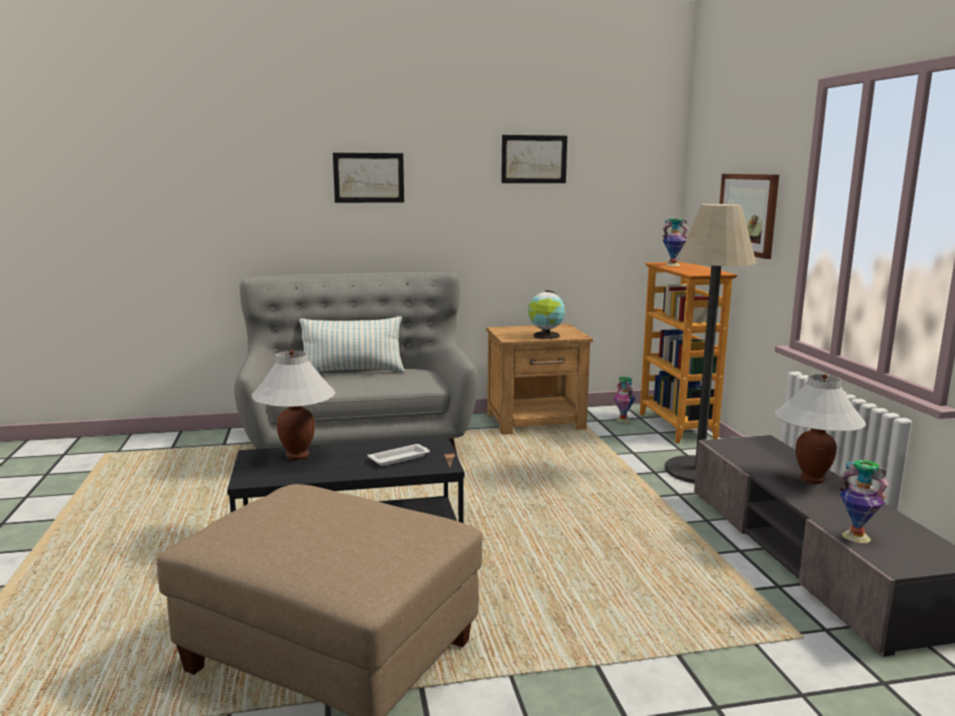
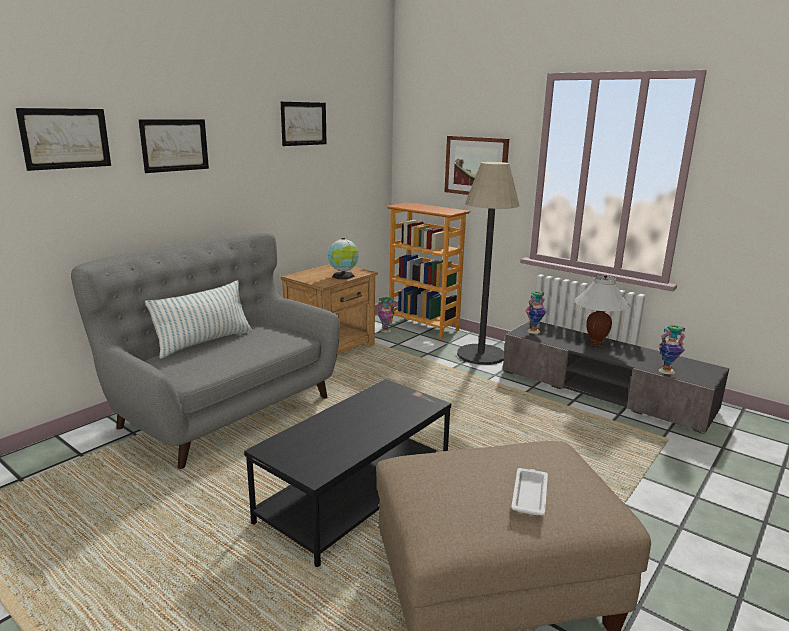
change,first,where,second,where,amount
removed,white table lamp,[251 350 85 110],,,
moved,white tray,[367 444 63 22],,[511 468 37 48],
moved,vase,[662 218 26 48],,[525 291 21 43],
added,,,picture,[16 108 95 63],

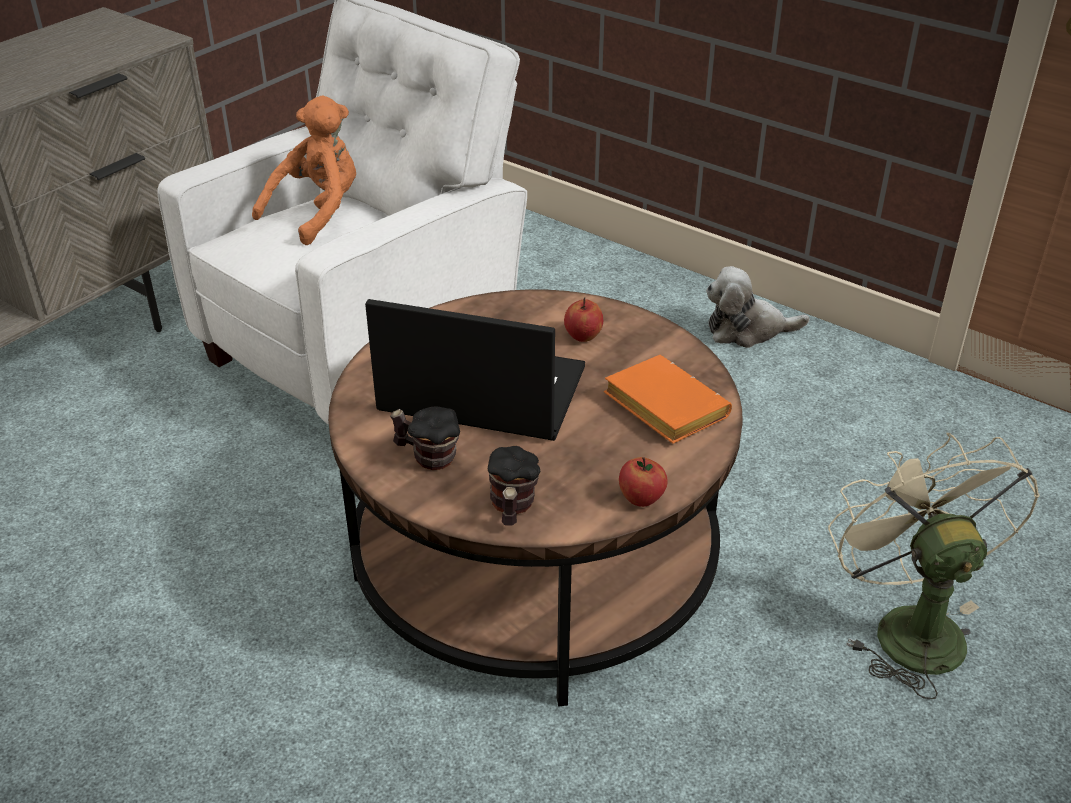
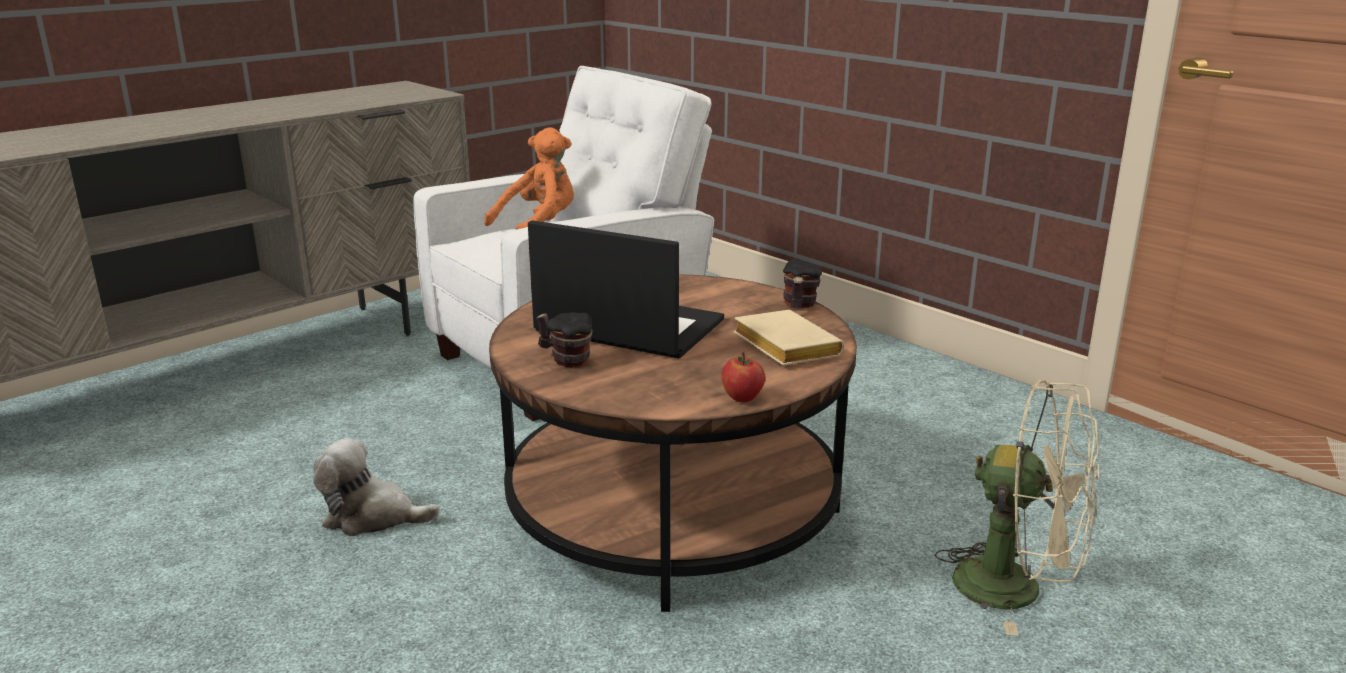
change,first,where,second,where,amount
moved,mug,[488 446 52 80],,[783 259 39 49],
removed,apple,[564 297 39 45],,,
recoloured,orange book,[604 355 128 89],beige book,[733 310 111 56],
moved,plush toy,[706 266 103 82],,[313 438 127 98],
turned,beige fan,[828 433 212 266],,[935 379 164 256],120 degrees clockwise

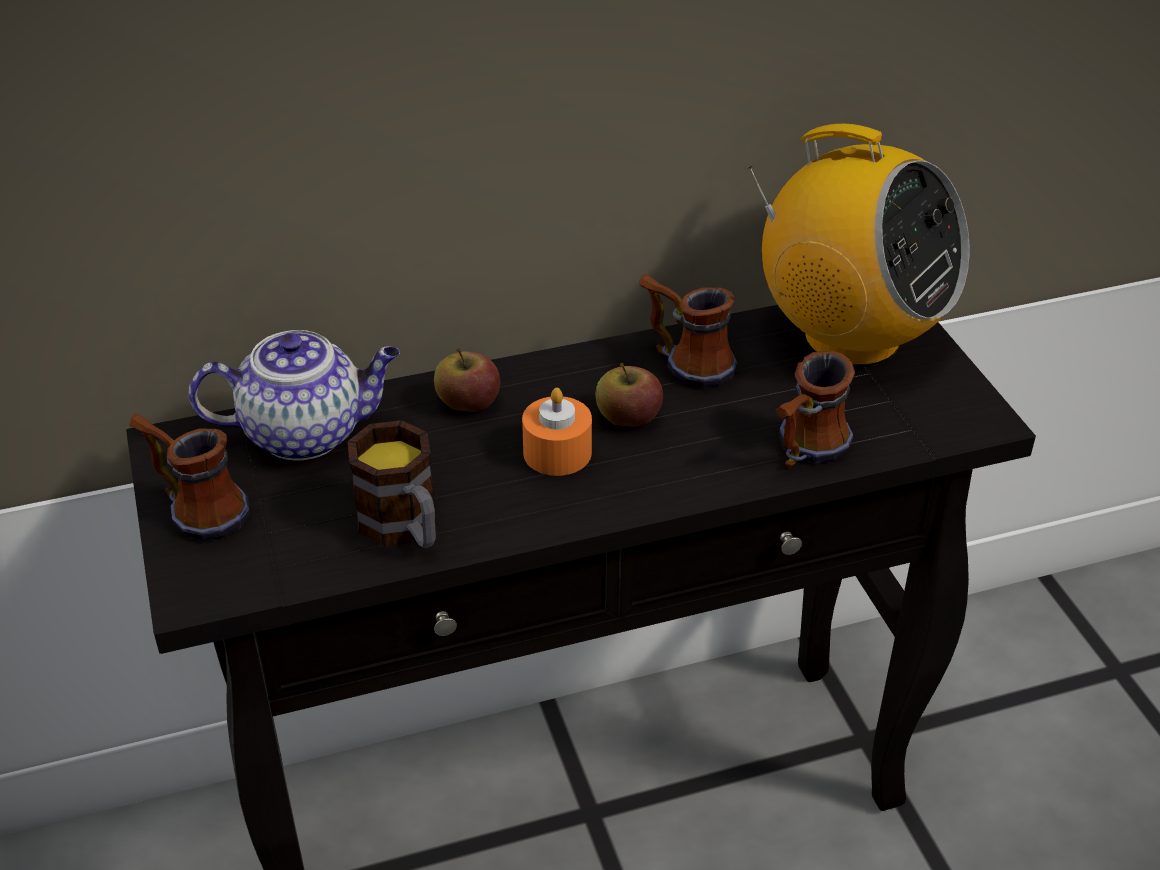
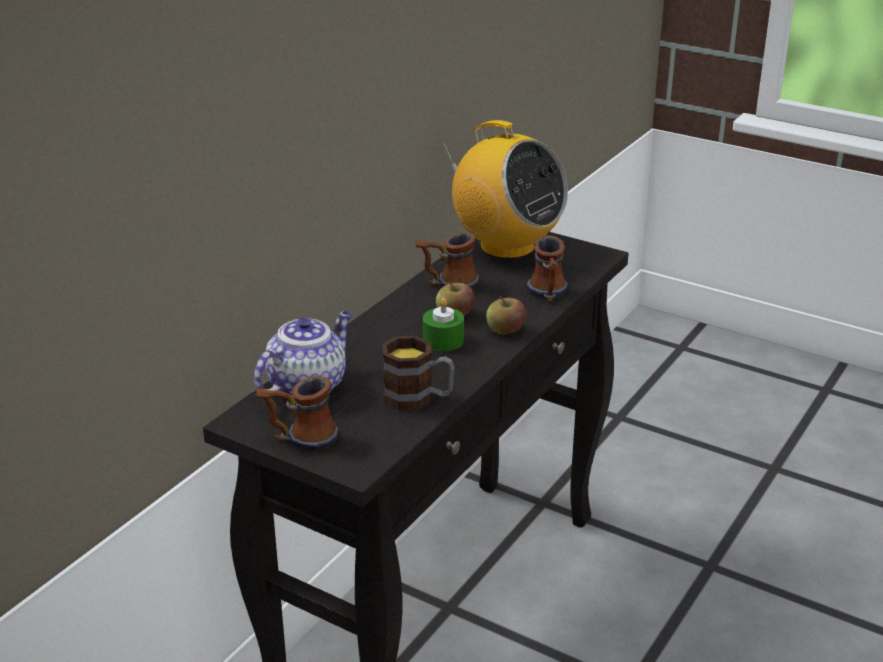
change,first,where,second,where,amount
moved,apple,[434 348 67 64],,[486 296 40 39],
recoloured,orange candle,[522 388 70 88],green candle,[423 298 41 53],
turned,radio,[748 124 221 243],,[443 120 125 139],45 degrees clockwise

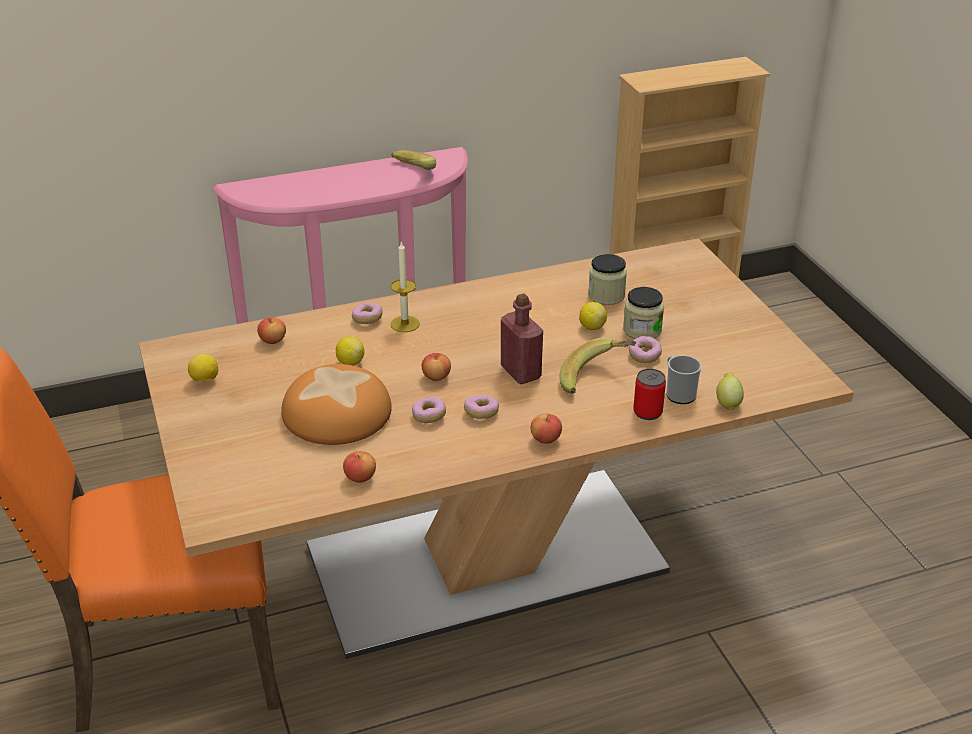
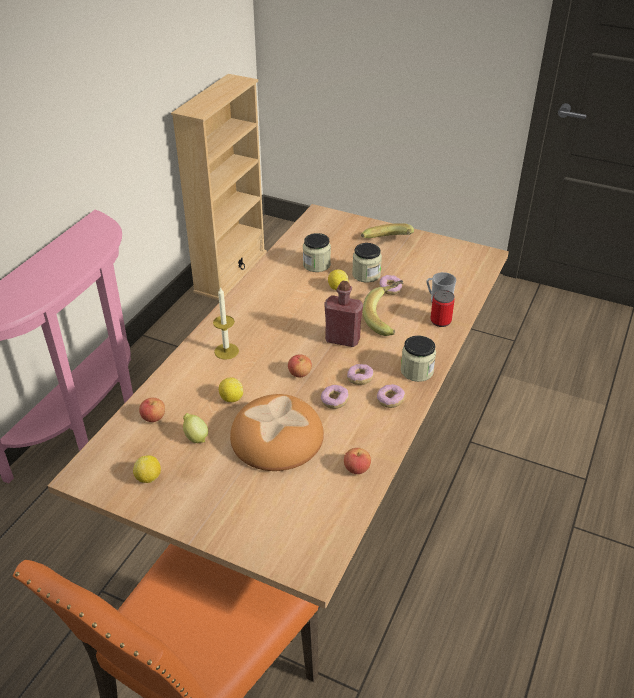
change,first,where,second,where,amount
moved,donut,[352 303 31 21],,[377 384 28 24],
moved,banana,[391 150 45 20],,[361 223 53 15],
replaced,apple,[531 413 31 31],jar,[401 336 35 46],
moved,lemon,[716 372 28 39],,[183 413 25 30],

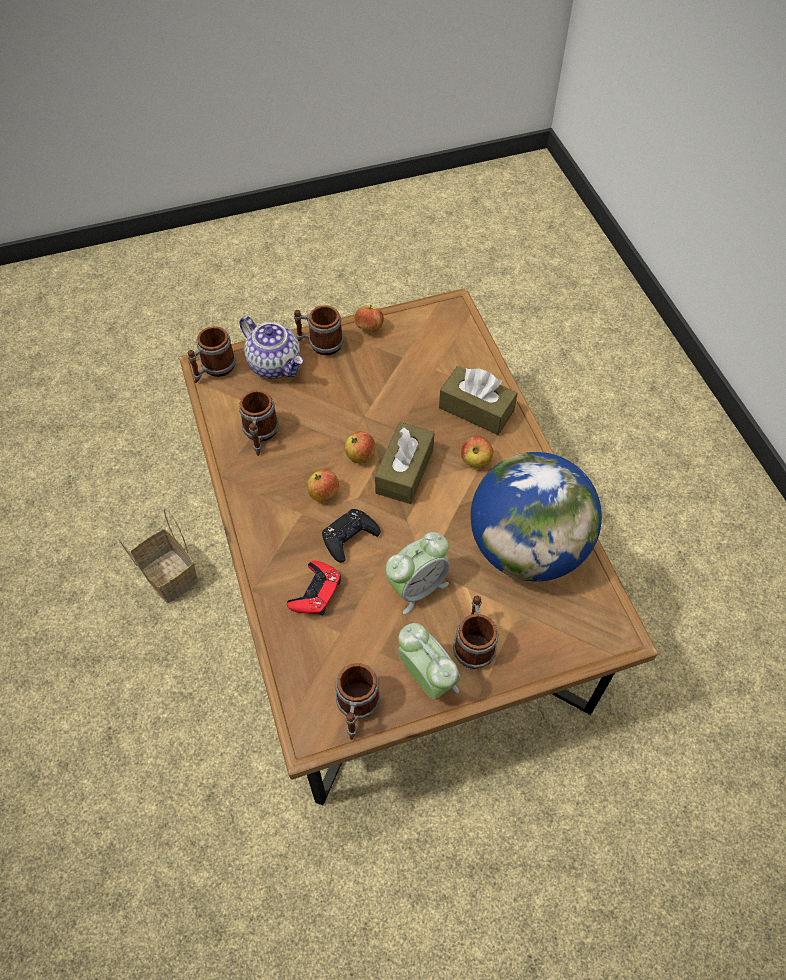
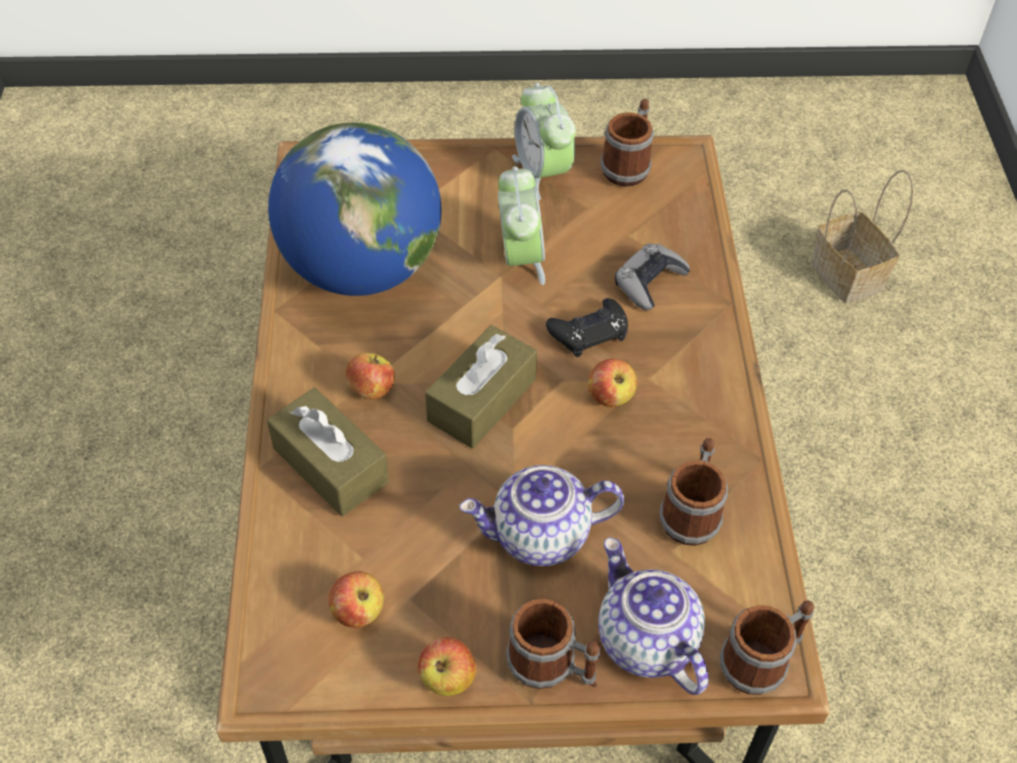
change,first,where,second,where,amount
moved,basket,[118 508 81 95],,[811 170 103 134],
recoloured,red game controller,[287 561 54 54],grey game controller,[615 244 75 67],
moved,apple,[344 431 31 33],,[328 571 56 57],
turned,alarm clock,[386 532 64 82],,[498 166 47 119],105 degrees clockwise
removed,mug,[453 595 45 74],,,
added,,,teapot,[460 465 164 101],

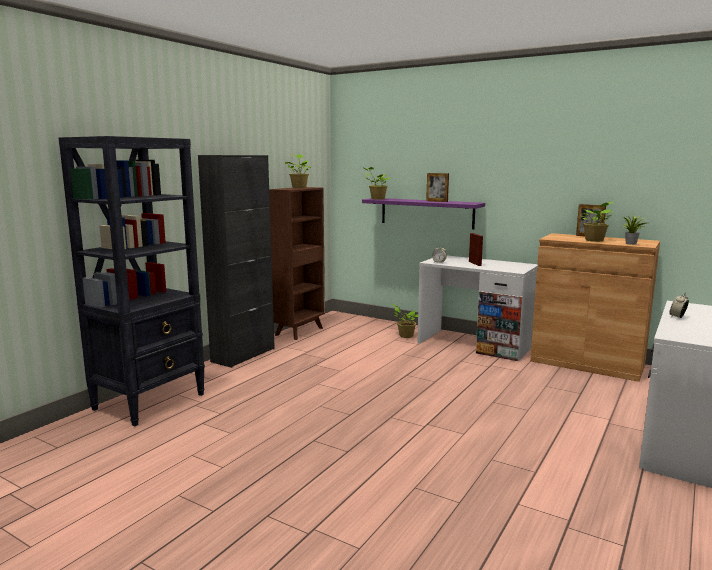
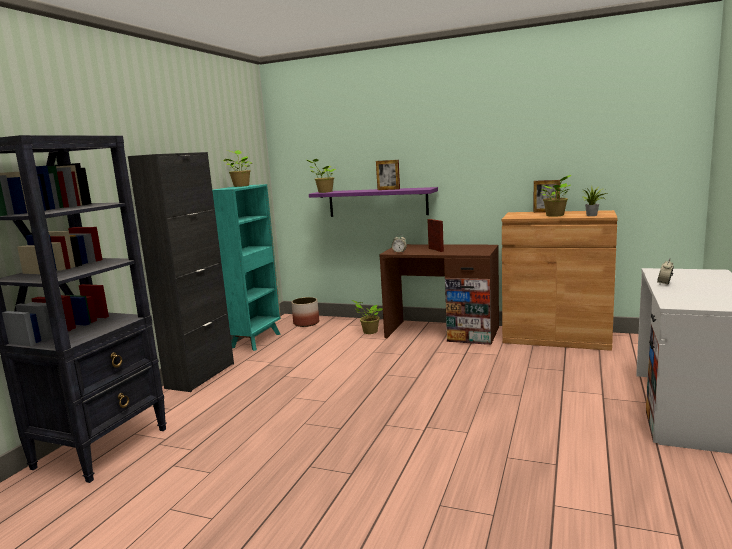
change,first,where,second,where,amount
recoloured,brown bookcase,[269 187 56 153],turquoise bookcase,[212 184 69 167],
recoloured,white desk,[417 256 121 105],brown desk,[379 244 120 101],
added,,,planter,[291 297 28 30],

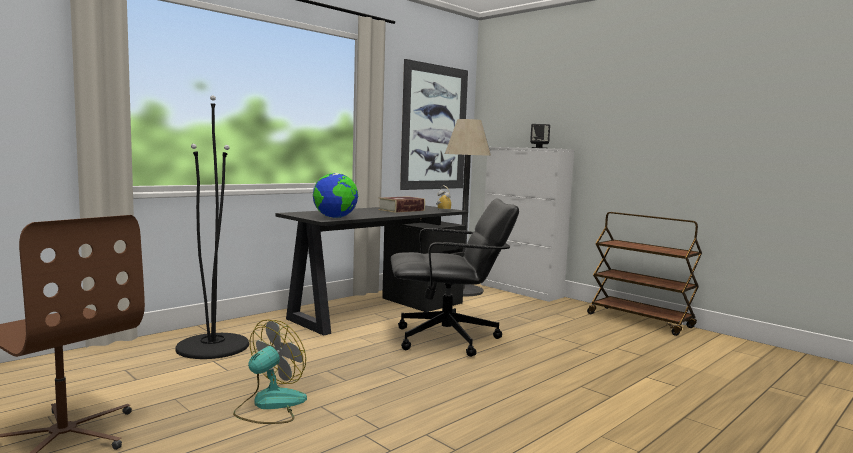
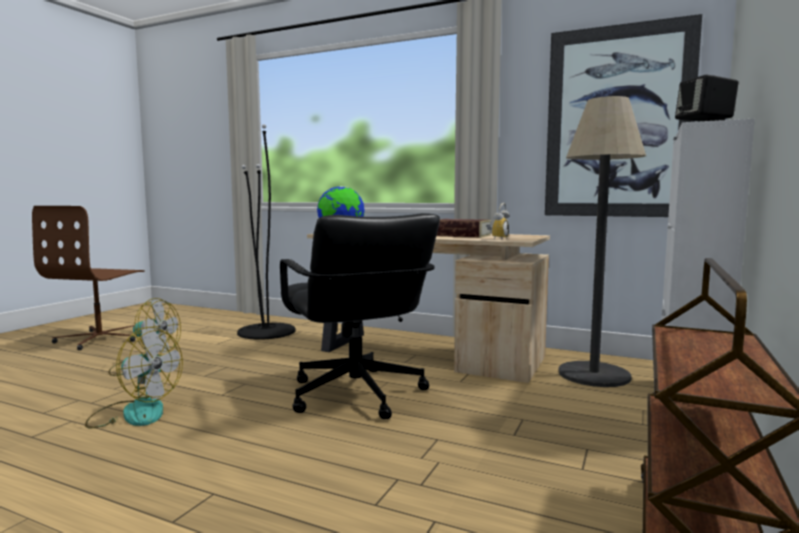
change,first,where,second,where,amount
recoloured,black desk,[275 205 193 131],beige desk,[307 234 243 149],
added,,,fan,[85 327 98 101],

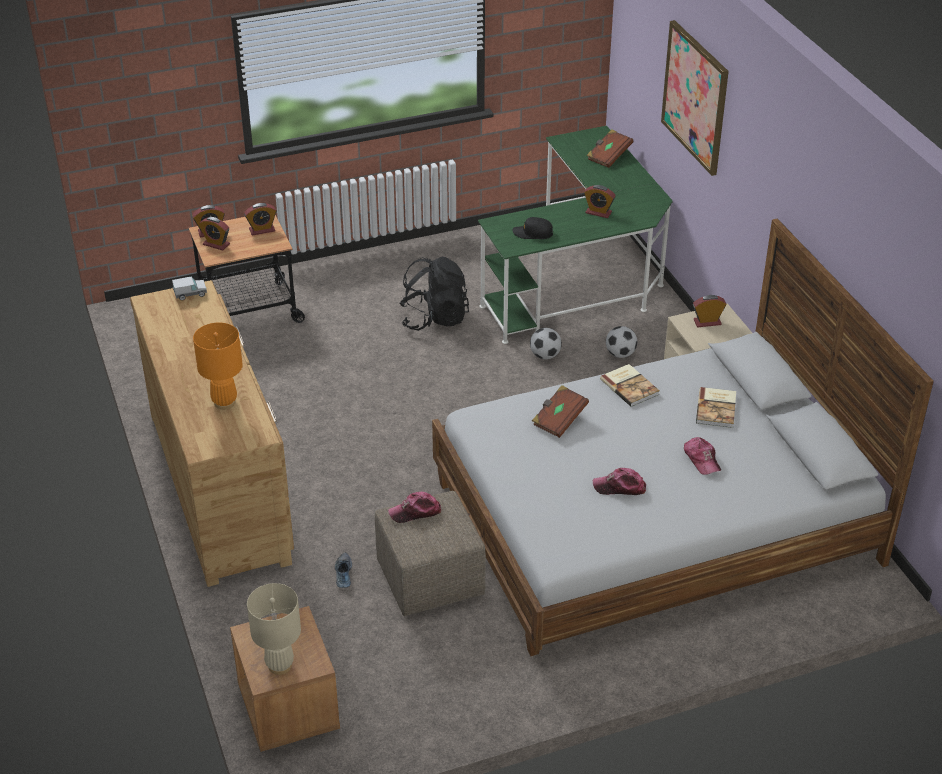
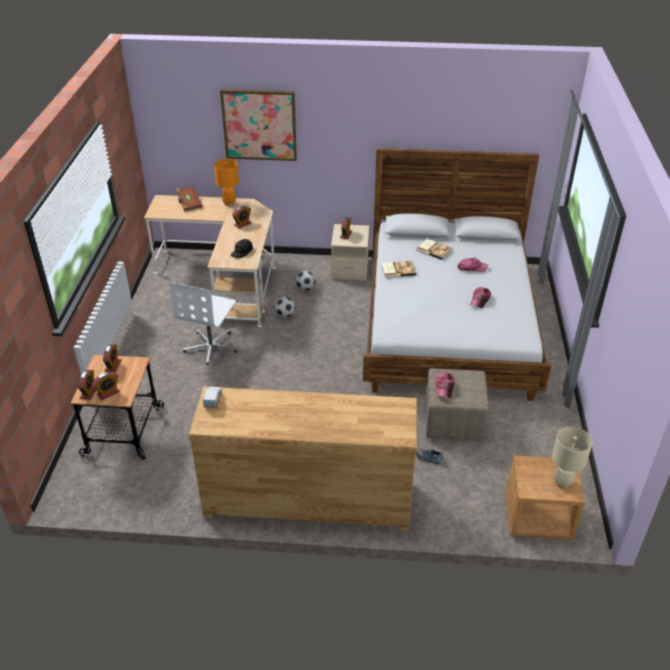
change,first,where,second,where,amount
moved,orange table lamp,[193 323 50 87],,[214 159 25 47],
replaced,black backpack,[400 257 69 74],white office chair,[170 282 67 83],
recoloured,green desk,[478 126 195 218],beige desk,[144 195 132 132],
removed,brown book,[532 385 57 53],,,

